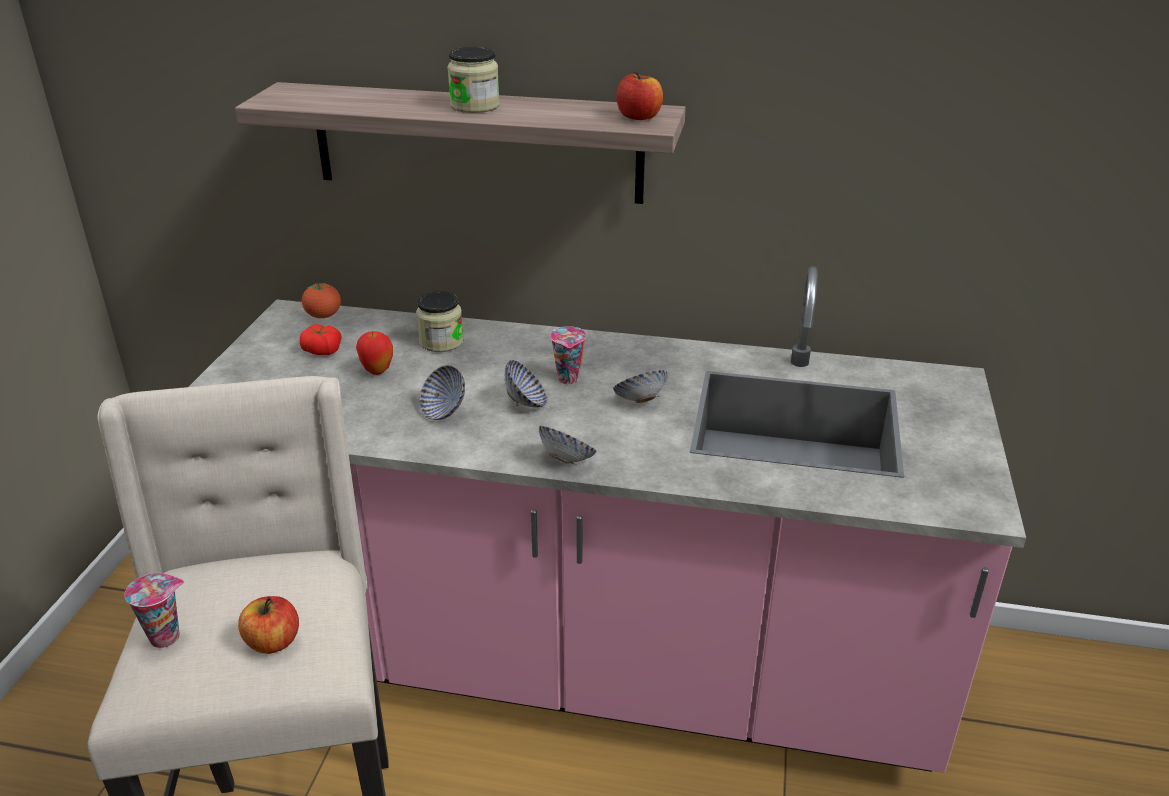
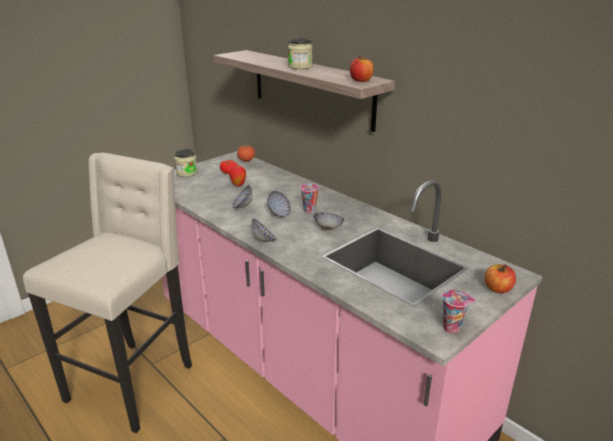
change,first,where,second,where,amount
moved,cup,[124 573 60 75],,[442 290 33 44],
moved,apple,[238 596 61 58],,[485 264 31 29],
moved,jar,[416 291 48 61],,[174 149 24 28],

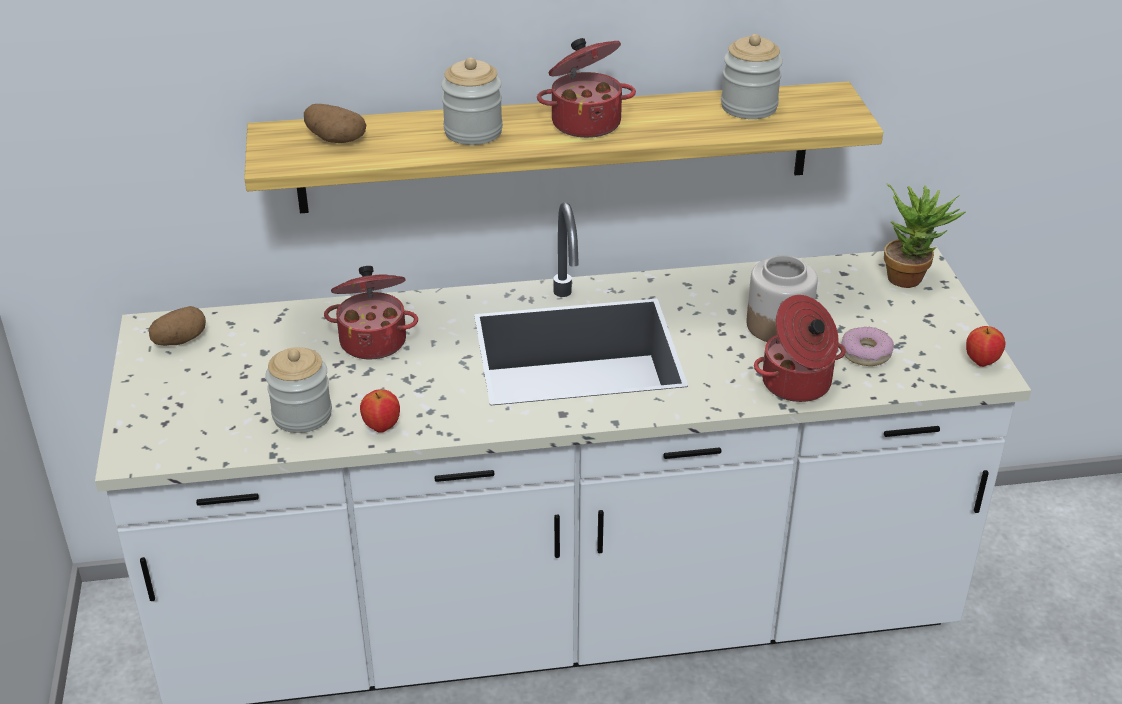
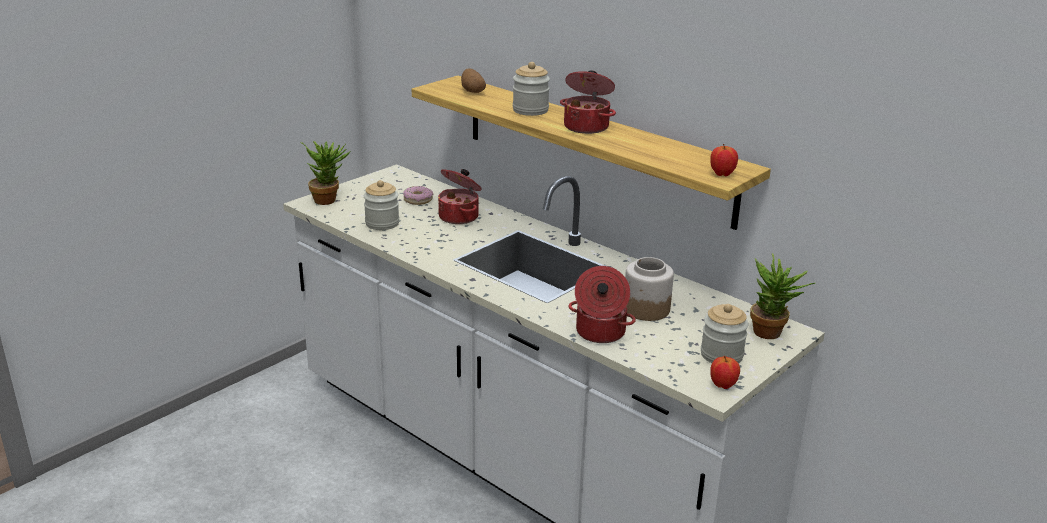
change,first,where,second,where,amount
removed,potato,[148 306 58 40],,,
moved,apple,[360 390 40 43],,[710 144 28 32],
moved,jar,[721 34 62 85],,[701 304 48 59],
moved,donut,[841 327 53 39],,[403 186 30 19],
added,,,potted plant,[300 141 51 64],

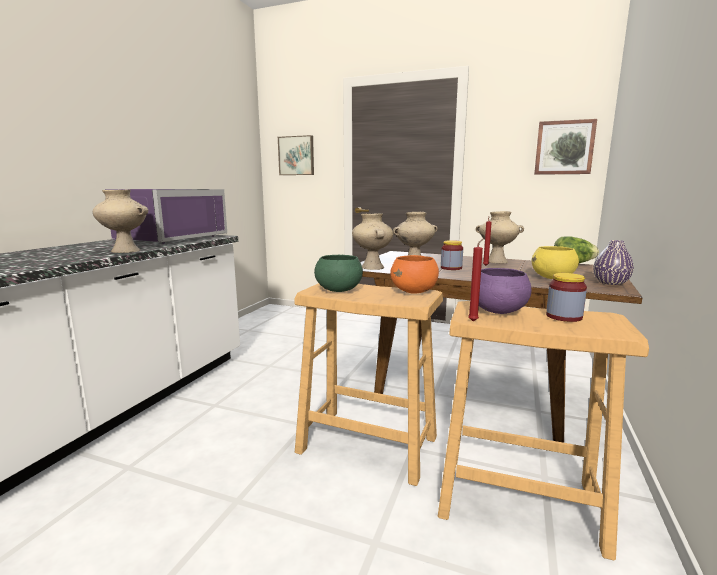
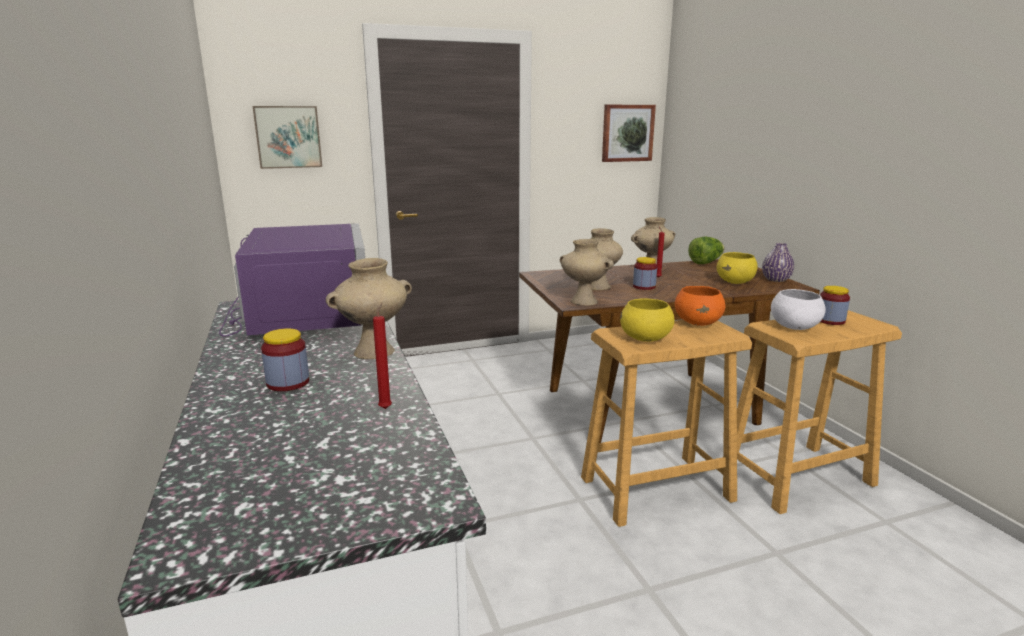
change,first,where,second,where,amount
recoloured,green bowl,[314 255 49 37],yellow bowl,[620 299 55 43],
moved,red candle,[468 238 16 83],,[373 303 19 106],
recoloured,purple bowl,[479 268 52 46],white bowl,[771 289 55 41],
added,,,jar,[261 328 48 63],

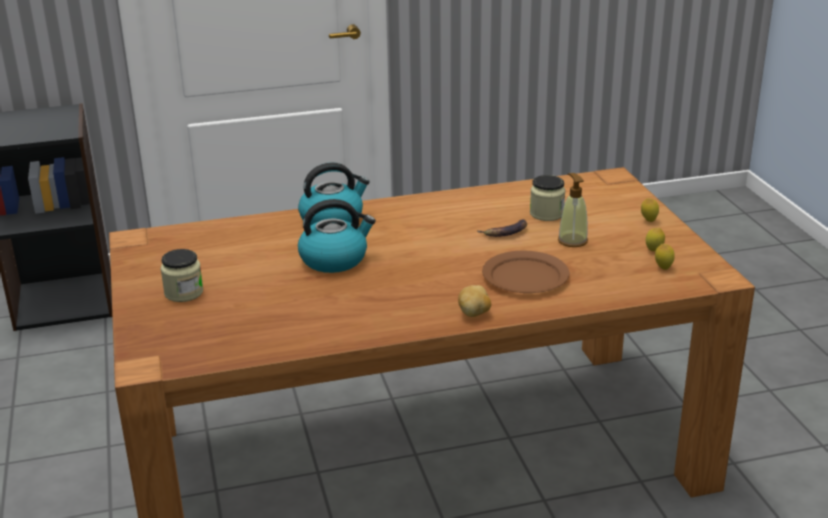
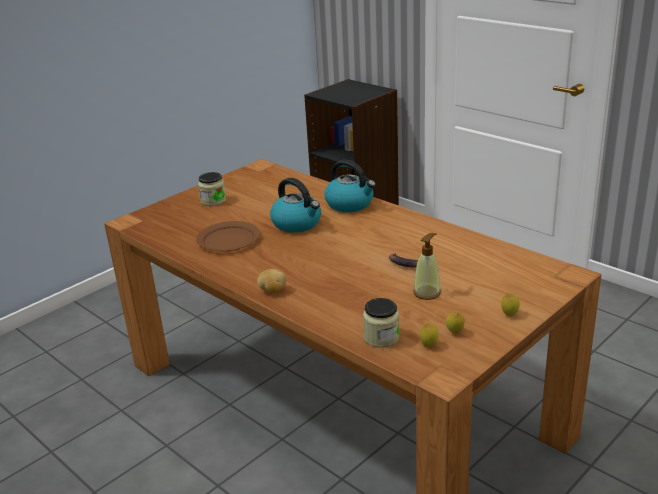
change,first,where,second,where,amount
moved,brown plate,[482 251 88 42],,[196 221 64 31],
moved,jar,[530 175 35 46],,[363 298 36 50],

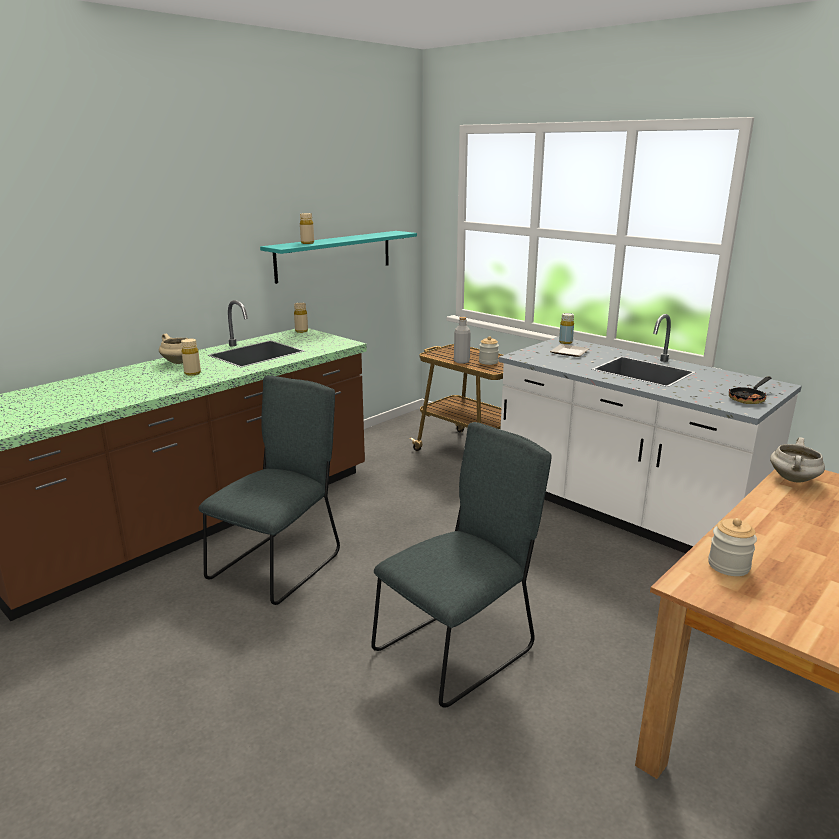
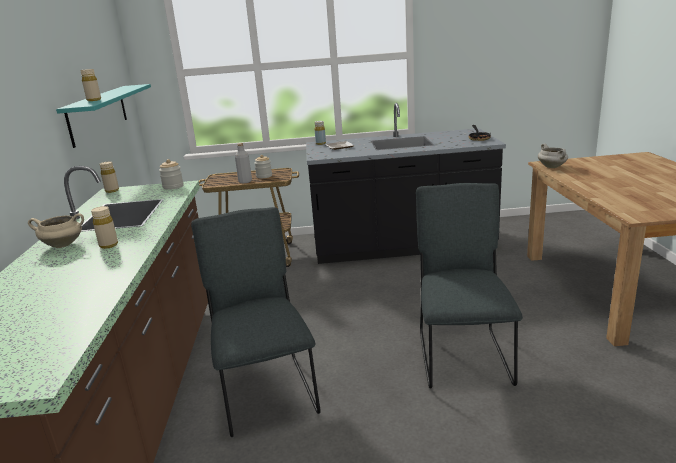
change,first,where,second,where,amount
recoloured,white counter,[499 314 303 239],black counter,[306 103 200 161],
moved,jar,[708 518 49 58],,[159 159 24 31],

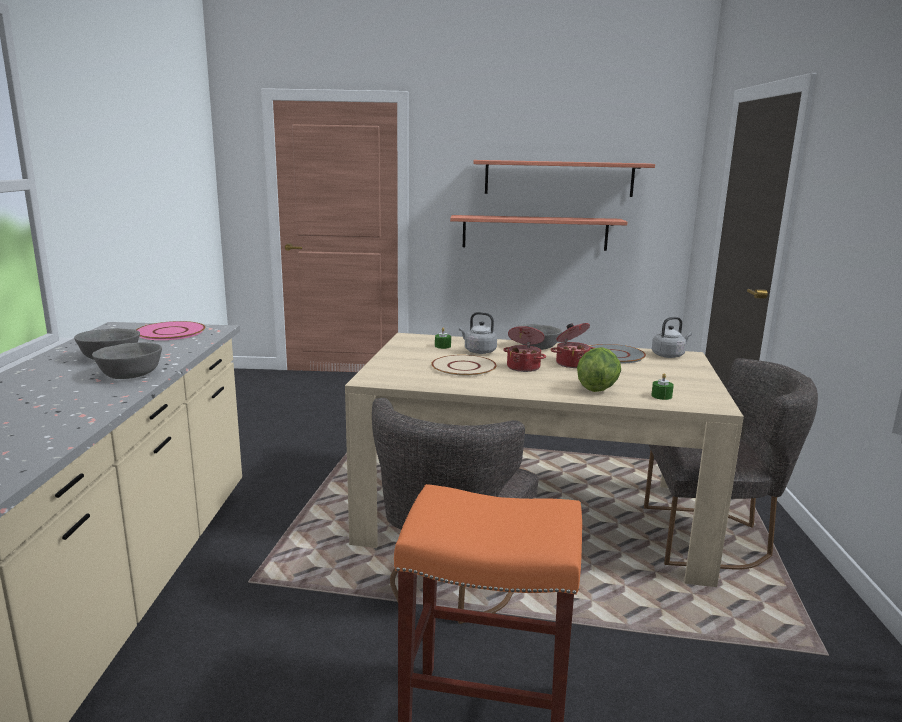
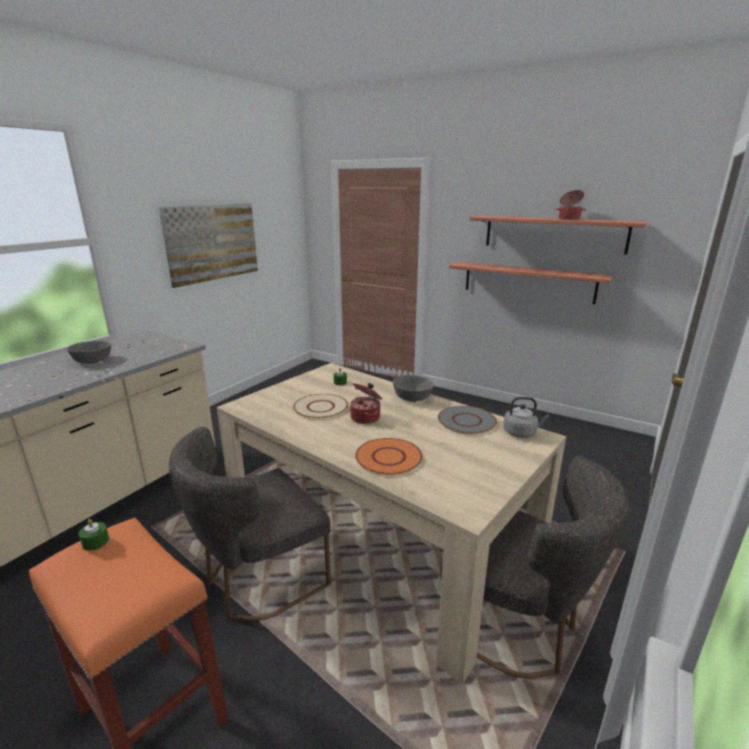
change,first,where,second,where,amount
removed,grey bowl,[92 342 70 37],,,
removed,pink plate,[136 321 69 19],,,
removed,grey kettle,[459 312 38 42],,,
moved,cooking pot,[551 323 43 45],,[555 190 32 30],
replaced,lettuce,[577 347 44 45],orange plate,[355 438 68 37],
moved,green candle,[651 373 23 27],,[79 519 30 32],
added,,,picture,[159 203 99 85],

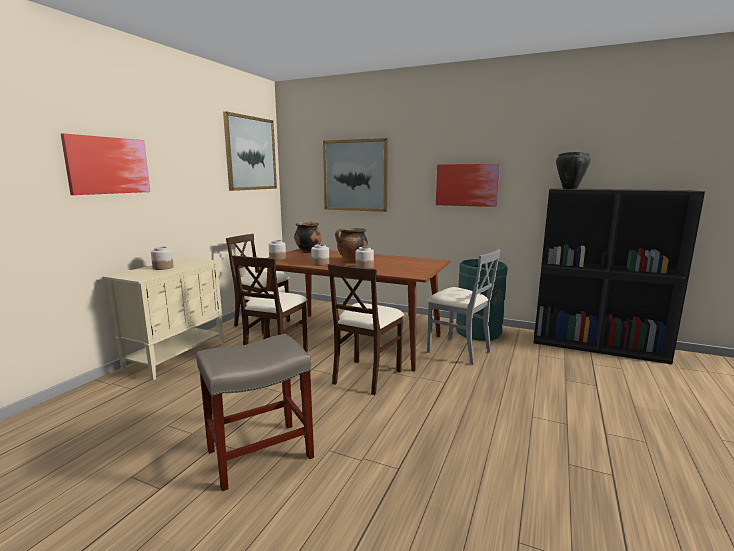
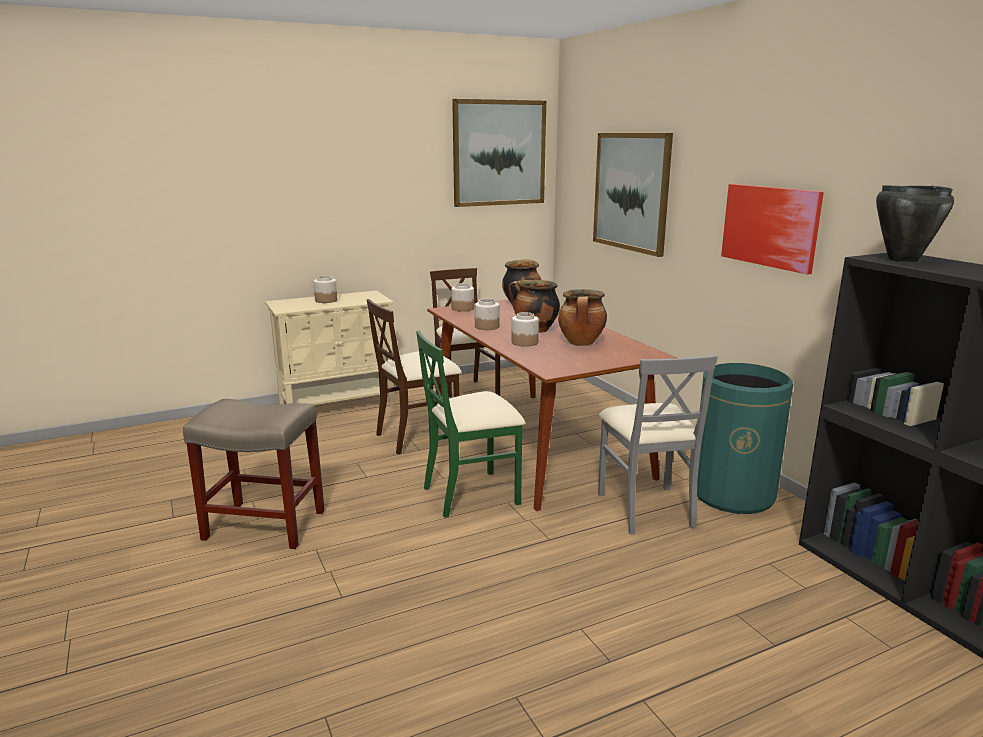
change,first,where,second,where,amount
removed,picture,[61 133 89 62],,,
recoloured,beige chair,[328 264 76 131],green chair,[416 331 109 187],
added,,,cooking pot,[558 289 49 57],

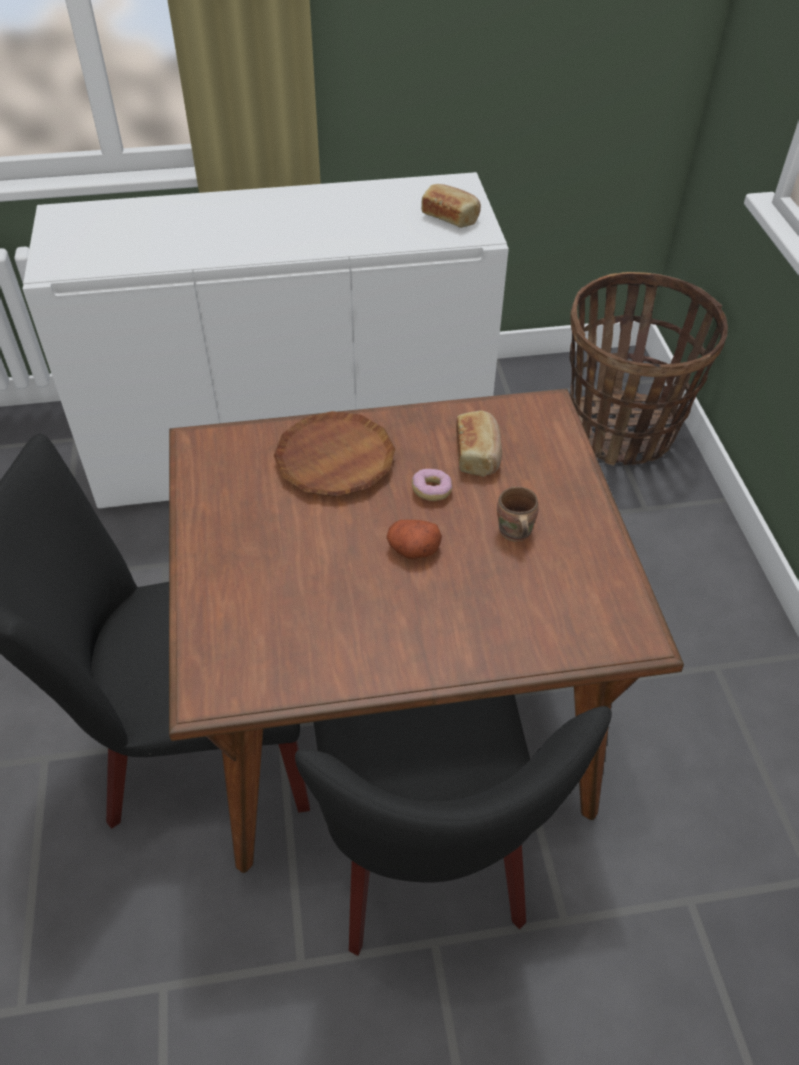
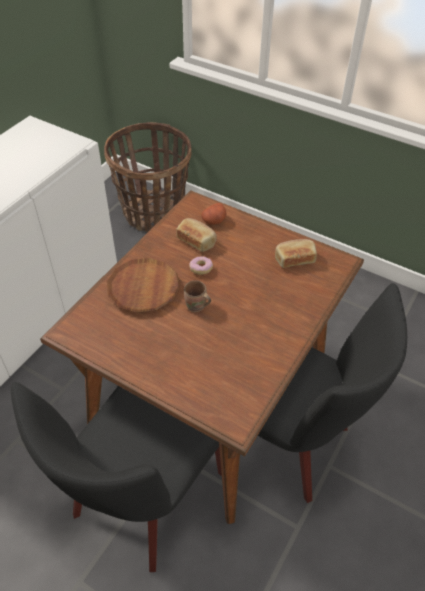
change,first,where,second,where,amount
moved,potato,[386 520 56 39],,[201 203 25 22],
moved,bread,[421 184 60 44],,[275 239 42 29],
moved,brown mug,[497 487 42 55],,[184 280 27 32],

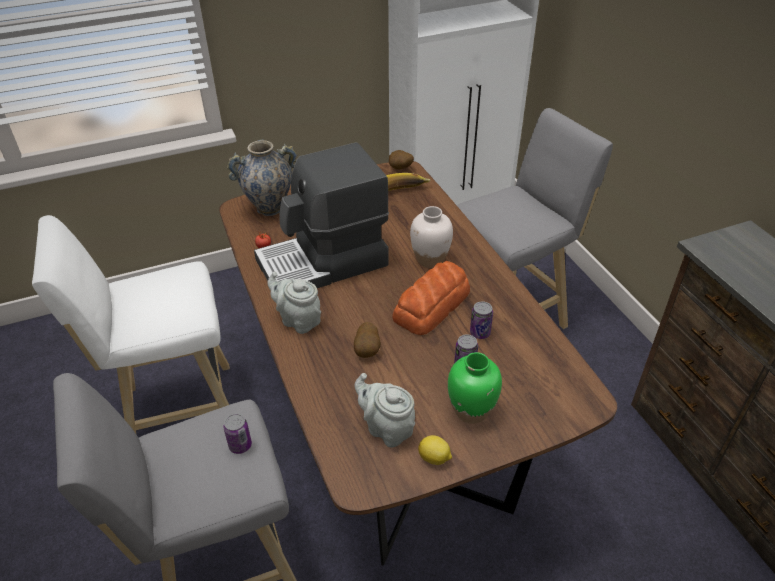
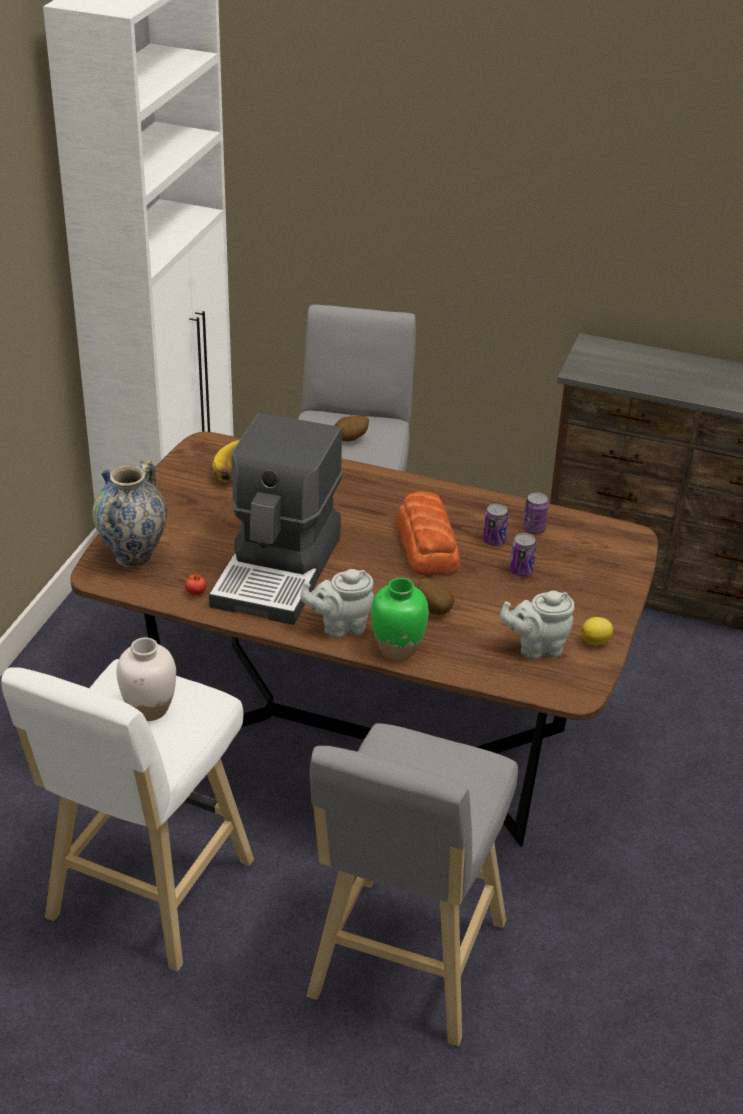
change,first,where,second,where,amount
moved,can,[223 413 29 41],,[523 493 26 41],
moved,potato,[389 150 25 20],,[334 416 35 25],
moved,white vase,[410 206 43 62],,[117 637 59 84],
moved,green vase,[448 352 54 72],,[371 578 58 82],

